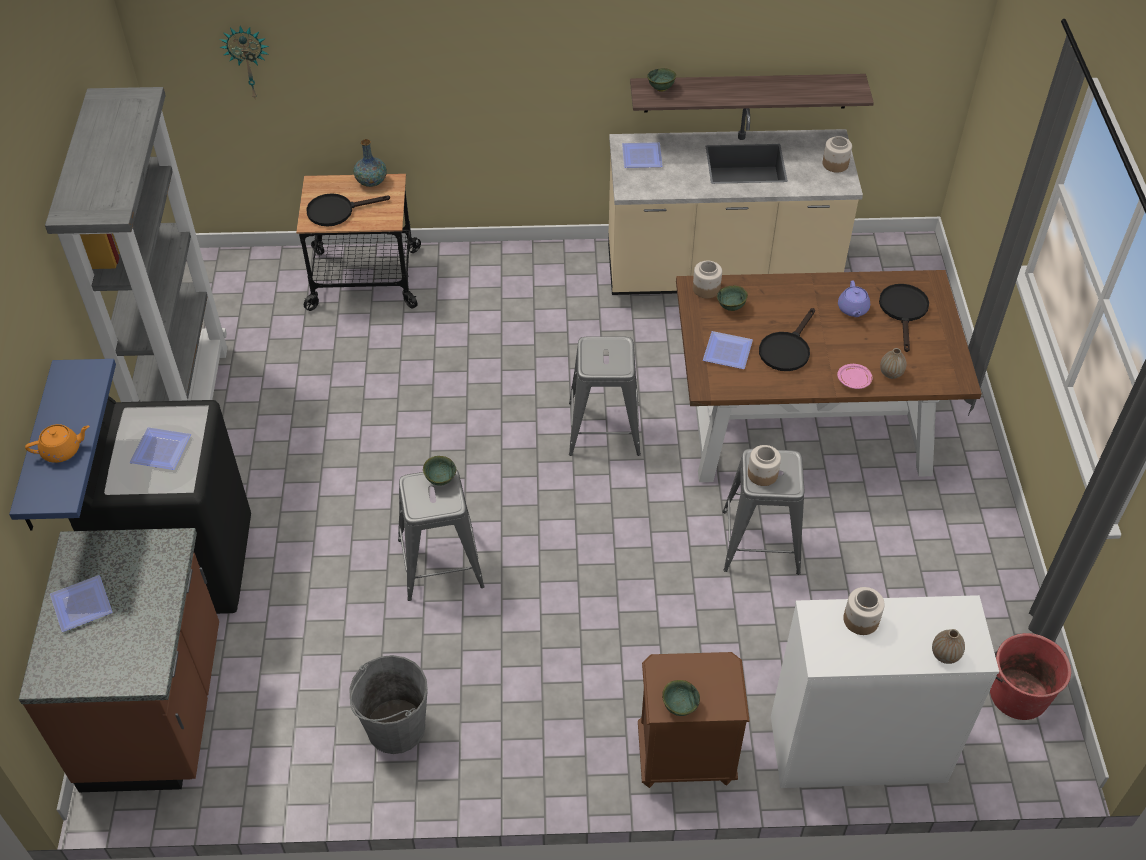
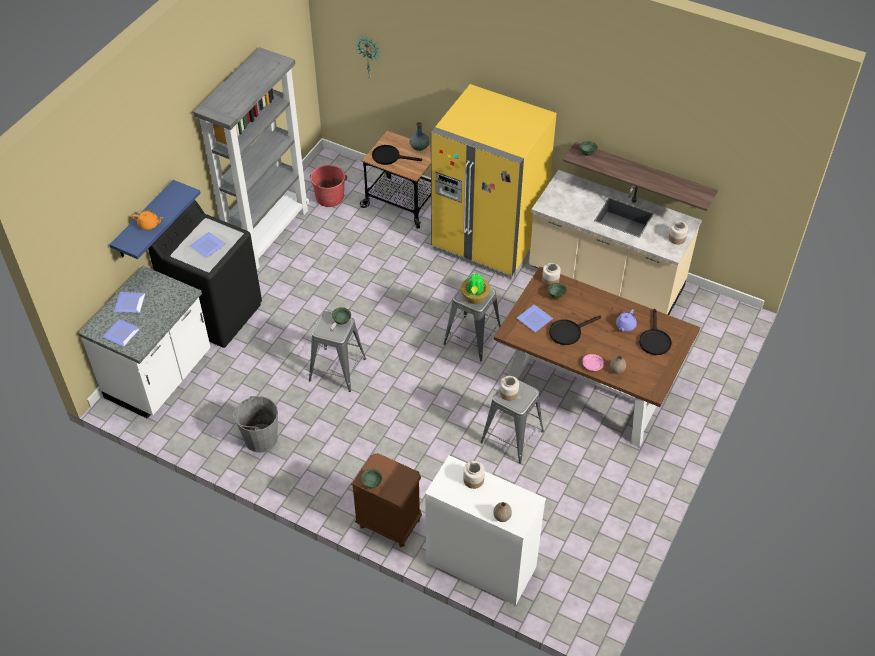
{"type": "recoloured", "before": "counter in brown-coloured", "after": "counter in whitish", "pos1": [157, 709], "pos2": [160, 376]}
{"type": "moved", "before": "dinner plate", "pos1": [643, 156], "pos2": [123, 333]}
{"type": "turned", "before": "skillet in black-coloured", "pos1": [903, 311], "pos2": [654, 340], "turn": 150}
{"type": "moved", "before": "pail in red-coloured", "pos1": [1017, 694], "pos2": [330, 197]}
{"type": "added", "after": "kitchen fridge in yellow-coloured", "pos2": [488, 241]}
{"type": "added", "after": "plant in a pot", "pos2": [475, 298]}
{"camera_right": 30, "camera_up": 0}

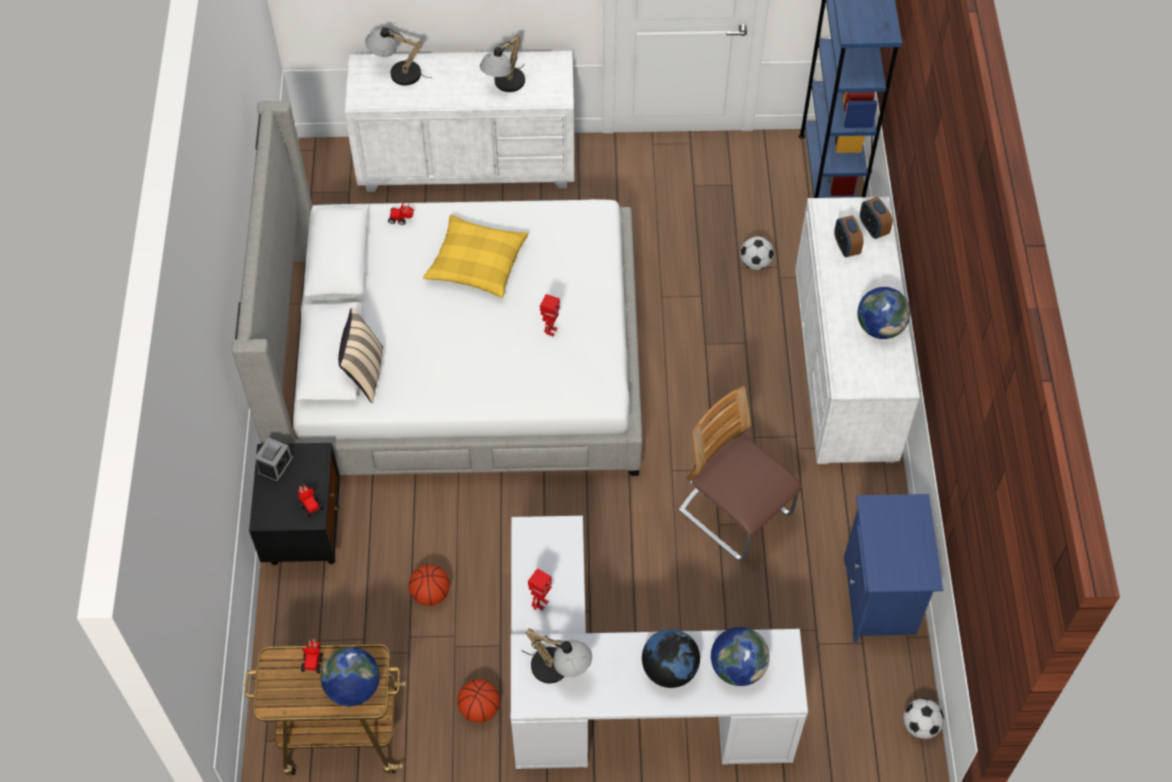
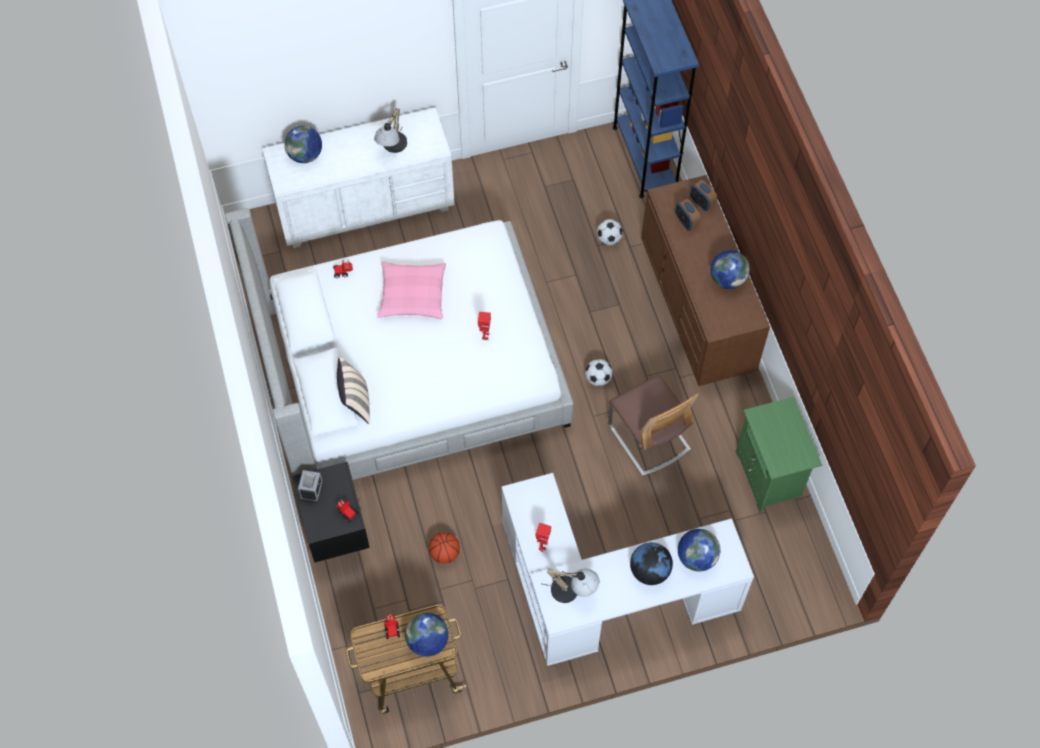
{"type": "replaced", "before": "lamp for a table", "after": "world globe", "pos1": [397, 73], "pos2": [305, 155]}
{"type": "recoloured", "before": "pillow in yellow-coloured", "after": "pillow in pinkish", "pos1": [476, 263], "pos2": [412, 295]}
{"type": "removed", "before": "ball for basketball", "pos1": [479, 708]}
{"type": "turned", "before": "plain chair", "pos1": [735, 513], "pos2": [649, 438], "turn": -150}
{"type": "recoloured", "before": "dresser in whitish", "after": "dresser in brown-coloured", "pos1": [843, 370], "pos2": [697, 308]}
{"type": "recoloured", "before": "bedside table in blue-coloured", "after": "bedside table in greenish", "pos1": [881, 599], "pos2": [770, 476]}
{"type": "moved", "before": "football", "pos1": [920, 726], "pos2": [598, 378]}
{"camera_right": -15, "camera_up": 5}

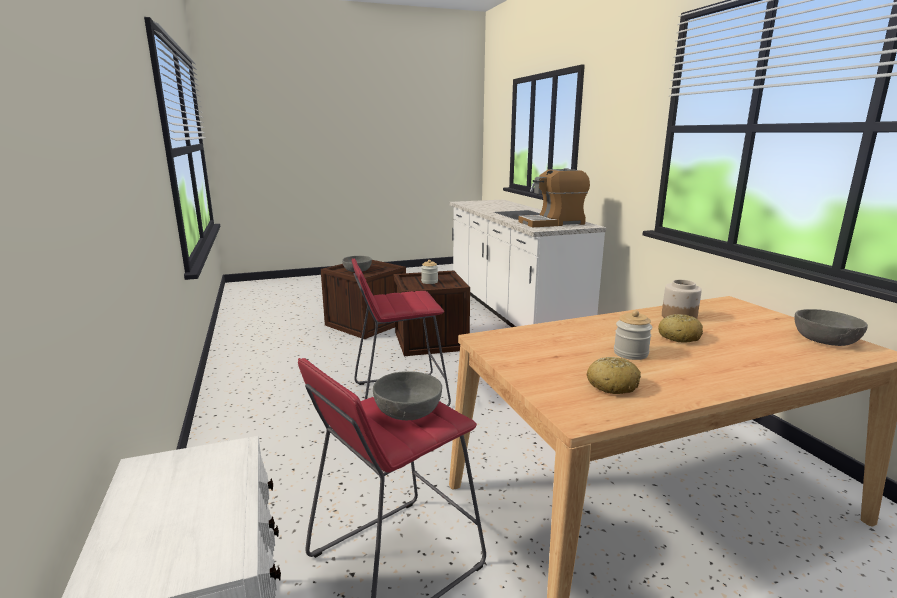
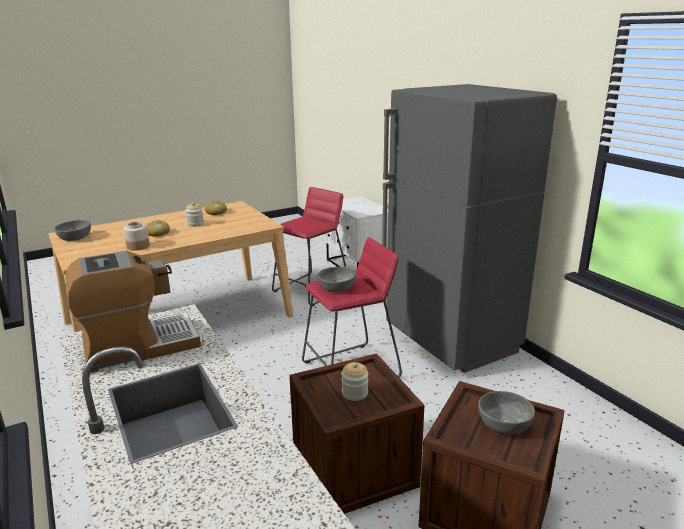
{"type": "moved", "before": "bowl in gray", "pos1": [408, 410], "pos2": [336, 288]}
{"type": "added", "after": "kitchen fridge in gray", "pos2": [451, 341]}
{"camera_right": 170, "camera_up": 5}

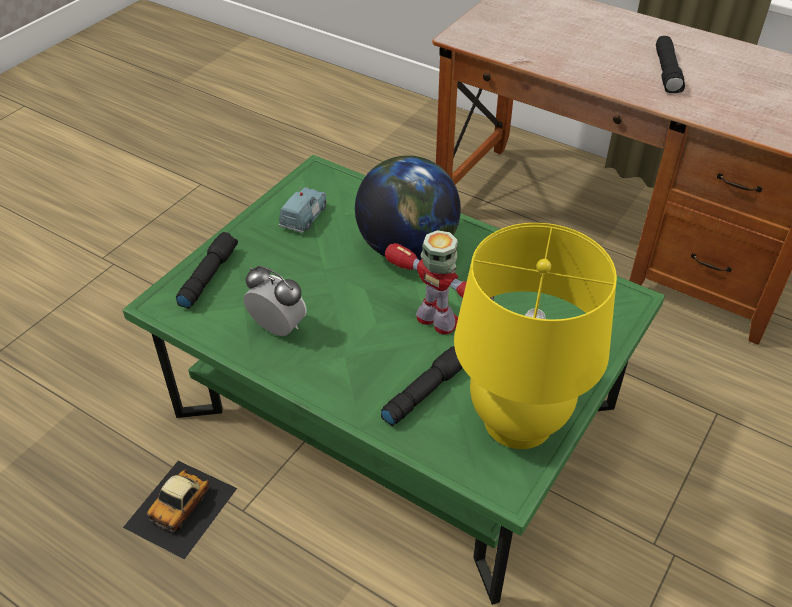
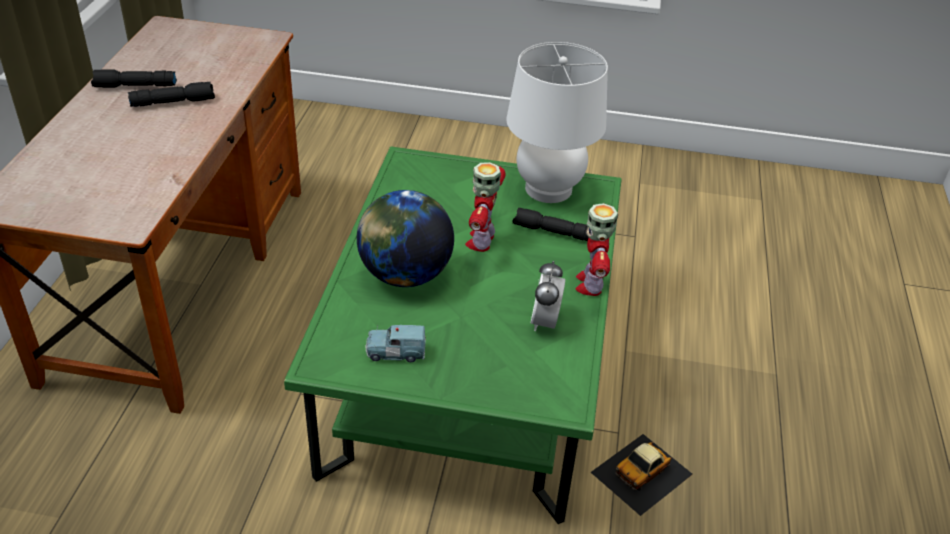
{"type": "turned", "before": "miniature car", "pos1": [181, 507], "pos2": [642, 473], "turn": 135}
{"type": "moved", "before": "hand torch in black-coloured", "pos1": [208, 276], "pos2": [134, 86]}
{"type": "recoloured", "before": "lamp for a table in yellow-coloured", "after": "lamp for a table in whitish", "pos1": [518, 420], "pos2": [548, 189]}
{"type": "added", "after": "model robot", "pos2": [590, 283]}
{"camera_right": -115, "camera_up": -5}

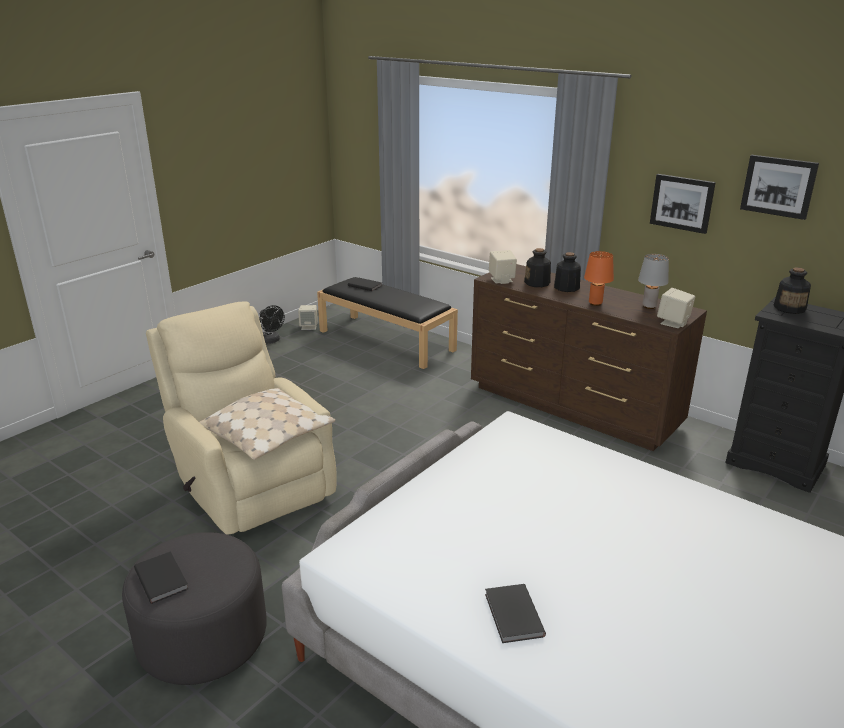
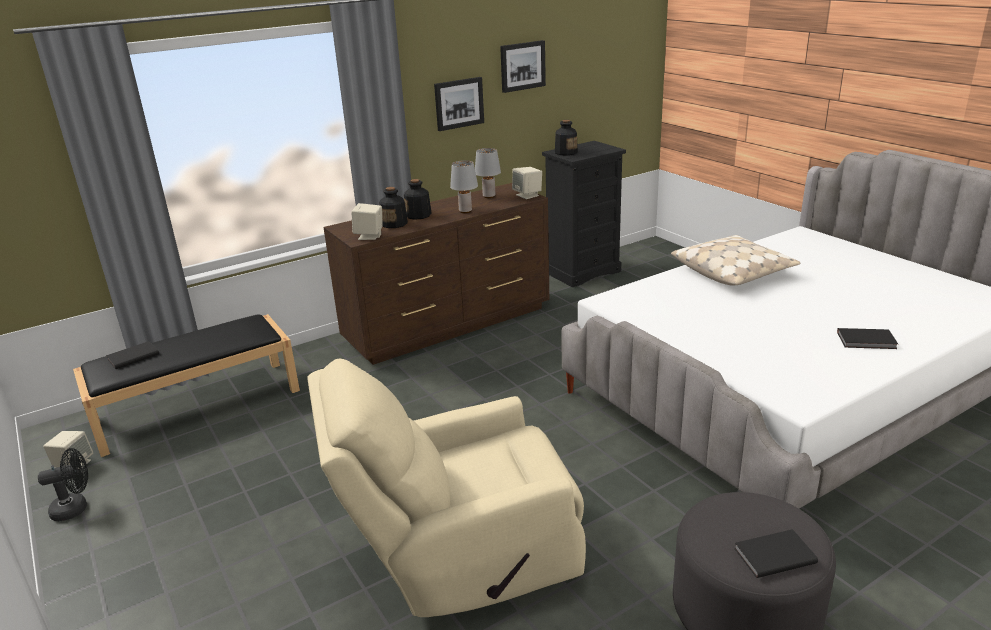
{"type": "moved", "before": "pillow in beige-coloured", "pos1": [269, 435], "pos2": [733, 272]}
{"type": "recoloured", "before": "lamp for a table in orange-coloured", "after": "lamp for a table in gray", "pos1": [595, 303], "pos2": [465, 211]}
{"camera_right": -70, "camera_up": 0}

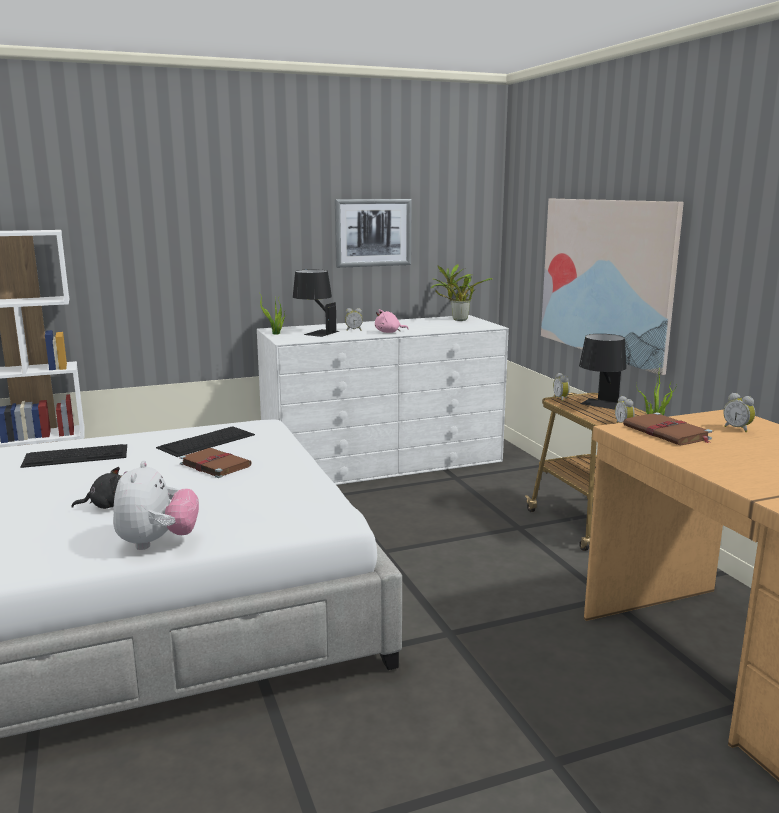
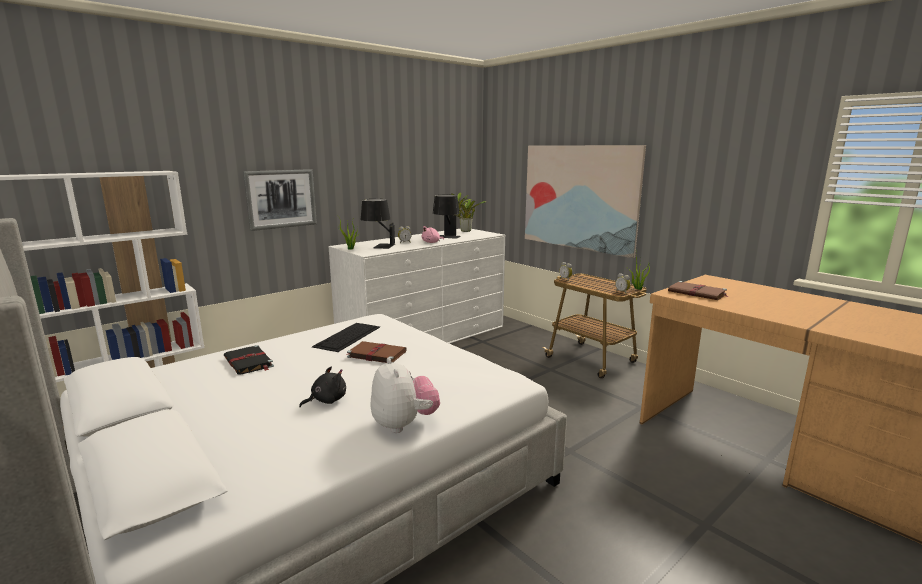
{"type": "replaced", "before": "PC keyboard", "after": "bound book in black-coloured", "pos1": [77, 455], "pos2": [249, 362]}
{"type": "moved", "before": "wall picture", "pos1": [373, 232], "pos2": [281, 199]}
{"type": "moved", "before": "lamp for a table in black-coloured", "pos1": [600, 406], "pos2": [446, 237]}
{"type": "removed", "before": "table clock", "pos1": [738, 429]}
{"camera_right": -20, "camera_up": 0}

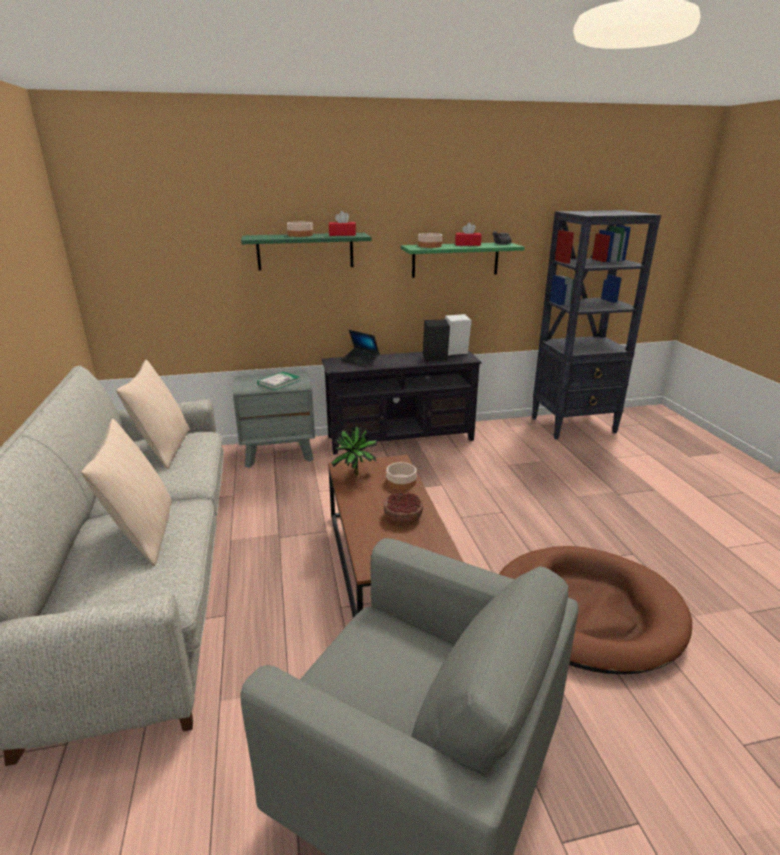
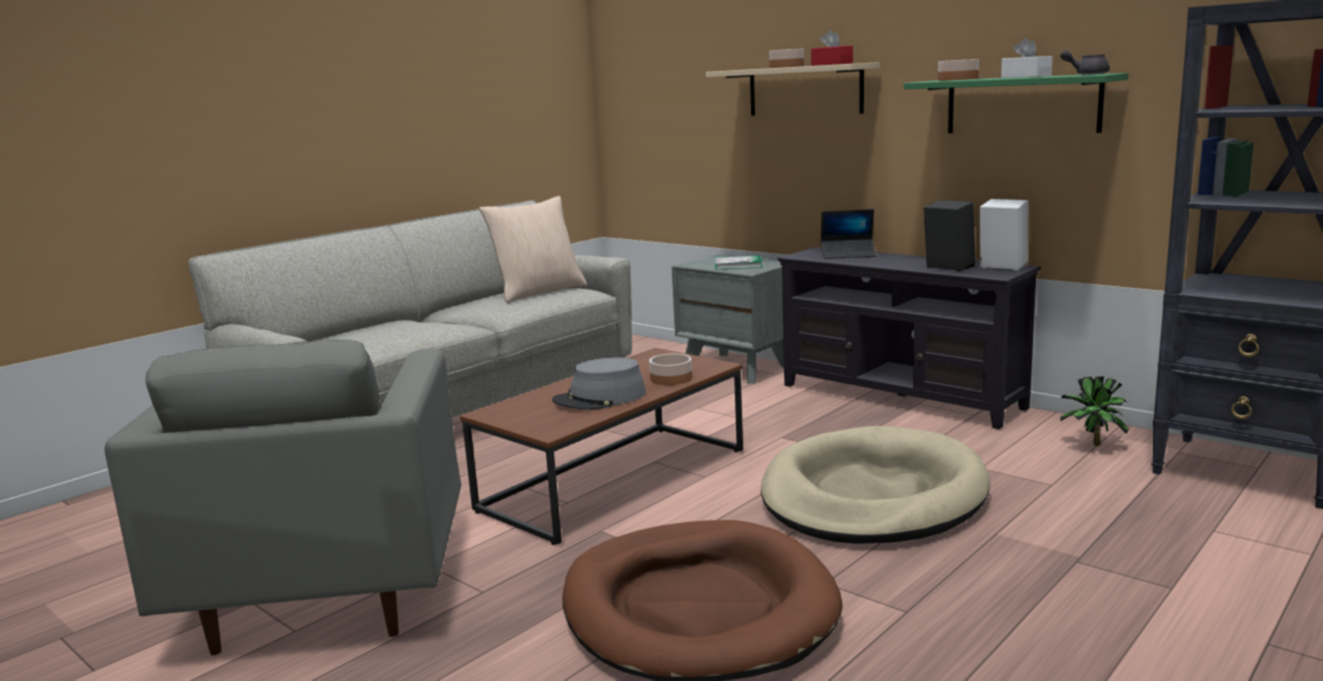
{"type": "removed", "before": "pillow in beige-coloured", "pos1": [143, 533]}
{"type": "recoloured", "before": "shelf in greenish", "after": "shelf in beige-coloured", "pos1": [305, 251], "pos2": [805, 90]}
{"type": "moved", "before": "plant in a pot", "pos1": [355, 476], "pos2": [1093, 445]}
{"type": "turned", "before": "laptop", "pos1": [360, 361], "pos2": [848, 255], "turn": -90}
{"type": "replaced", "before": "bowl", "after": "hat in gray", "pos1": [403, 516], "pos2": [600, 398]}
{"type": "recoloured", "before": "box of tissues in red-coloured", "after": "box of tissues in whitish", "pos1": [467, 244], "pos2": [1025, 76]}
{"type": "added", "after": "dog bed in beige-coloured", "pos2": [873, 496]}
{"camera_right": 55, "camera_up": -10}

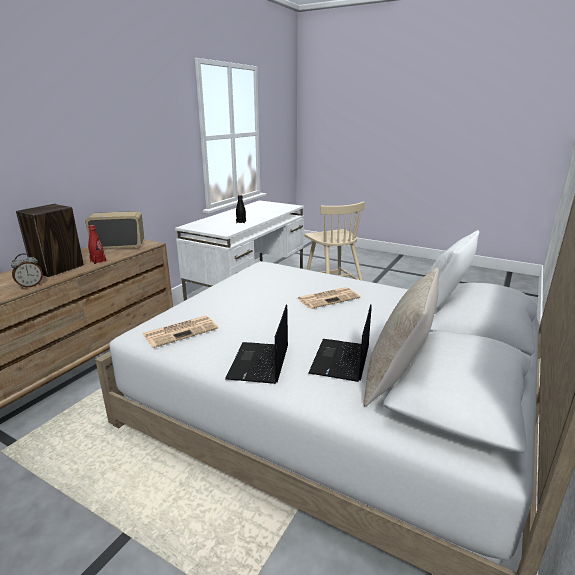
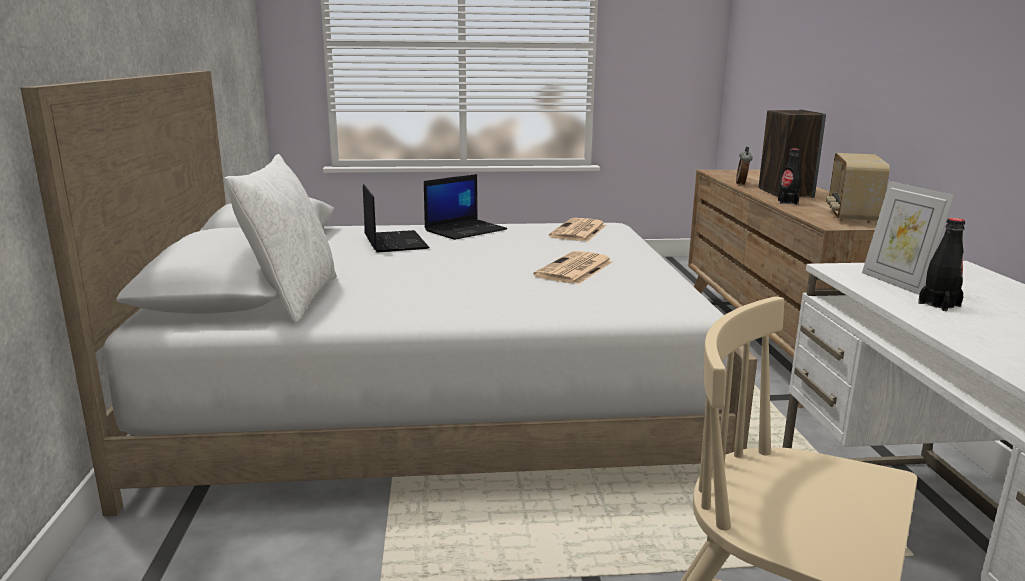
{"type": "turned", "before": "radio receiver", "pos1": [119, 246], "pos2": [850, 216], "turn": 150}
{"type": "recoloured", "before": "beverage bottle in red-coloured", "after": "beverage bottle in black-coloured", "pos1": [98, 261], "pos2": [787, 202]}
{"type": "turned", "before": "laptop", "pos1": [259, 363], "pos2": [466, 230], "turn": 75}
{"type": "moved", "before": "newspaper", "pos1": [328, 298], "pos2": [574, 269]}
{"type": "removed", "before": "pillow in beige-coloured", "pos1": [397, 378]}
{"type": "added", "after": "photo frame", "pos2": [896, 283]}
{"camera_right": 145, "camera_up": -5}

